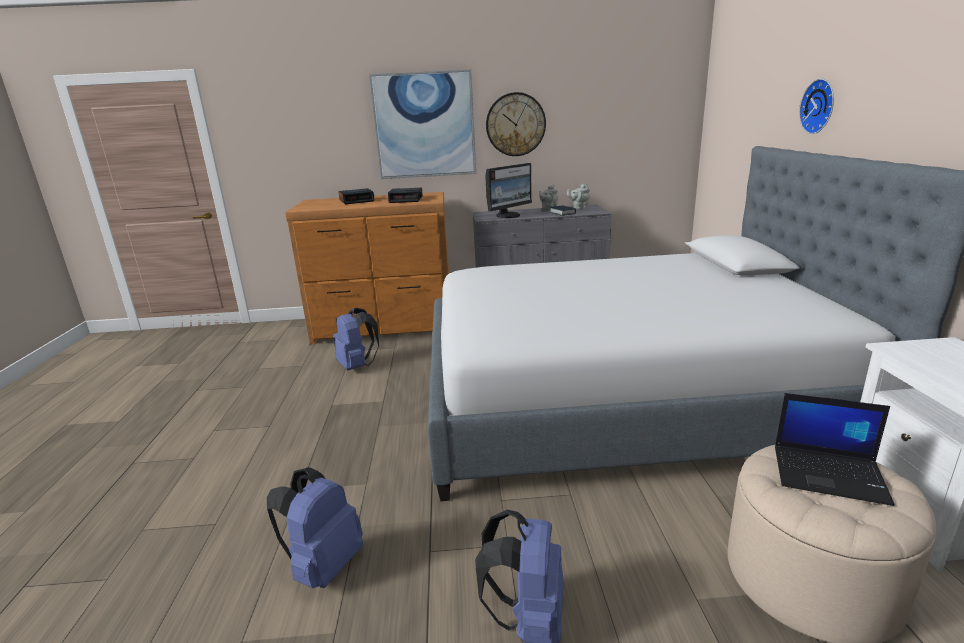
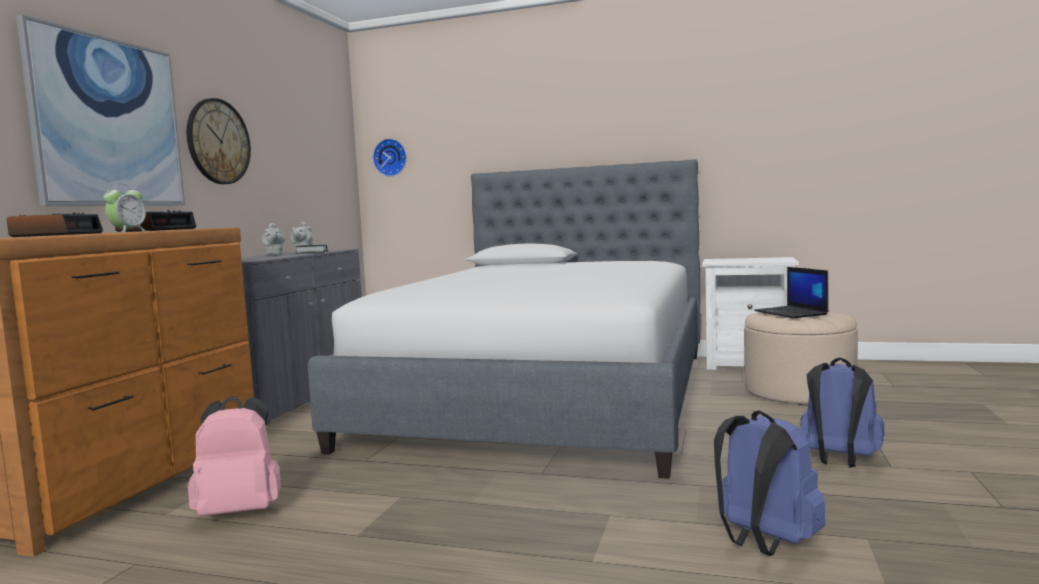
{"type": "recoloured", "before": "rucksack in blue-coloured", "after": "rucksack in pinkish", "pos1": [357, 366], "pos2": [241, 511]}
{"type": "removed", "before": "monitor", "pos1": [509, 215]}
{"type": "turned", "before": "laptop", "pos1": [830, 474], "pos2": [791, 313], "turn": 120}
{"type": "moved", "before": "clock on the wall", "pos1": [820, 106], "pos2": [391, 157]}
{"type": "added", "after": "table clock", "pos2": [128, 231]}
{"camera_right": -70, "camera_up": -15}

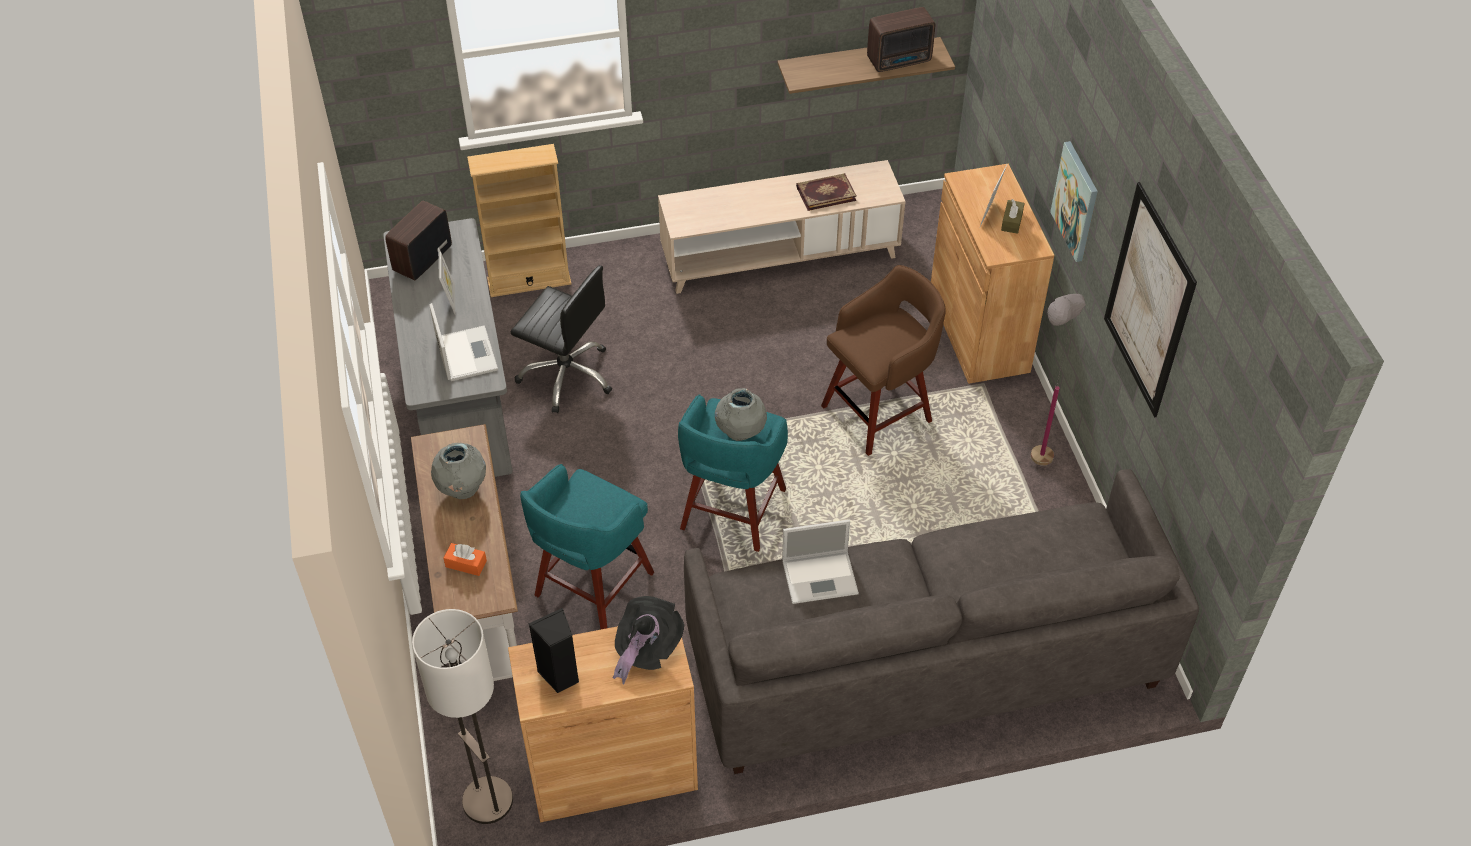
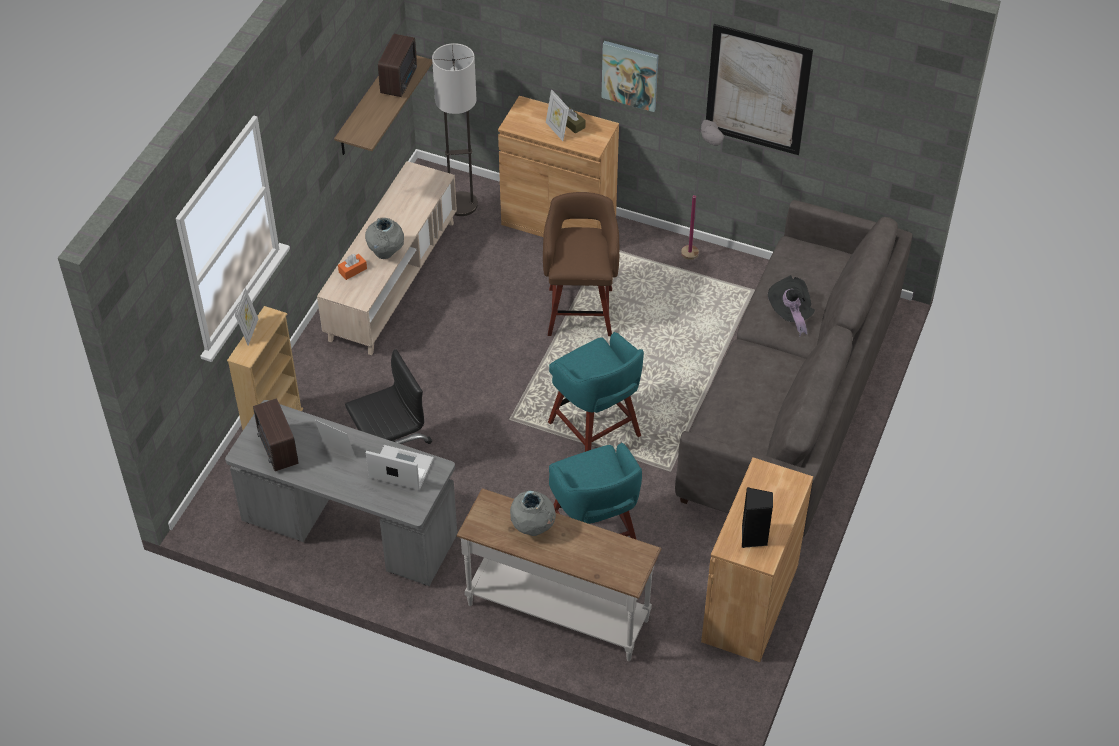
{"type": "moved", "before": "standard lamp", "pos1": [487, 801], "pos2": [461, 205]}
{"type": "moved", "before": "box of tissues in orange-coloured", "pos1": [466, 564], "pos2": [352, 270]}
{"type": "moved", "before": "hat in black-coloured", "pos1": [646, 648], "pos2": [790, 313]}
{"type": "moved", "before": "vase in gray", "pos1": [740, 433], "pos2": [386, 252]}
{"type": "removed", "before": "laptop", "pos1": [821, 576]}
{"type": "removed", "before": "bound book", "pos1": [825, 193]}
{"type": "added", "after": "photo frame", "pos2": [249, 331]}
{"camera_right": -55, "camera_up": 0}

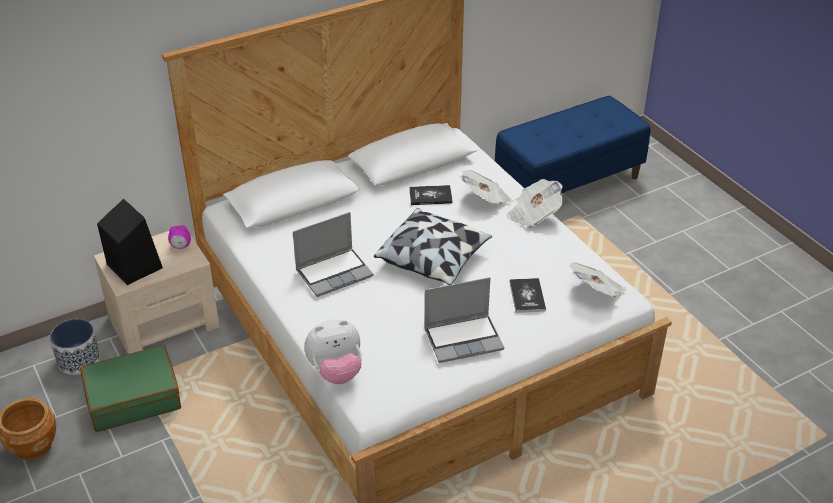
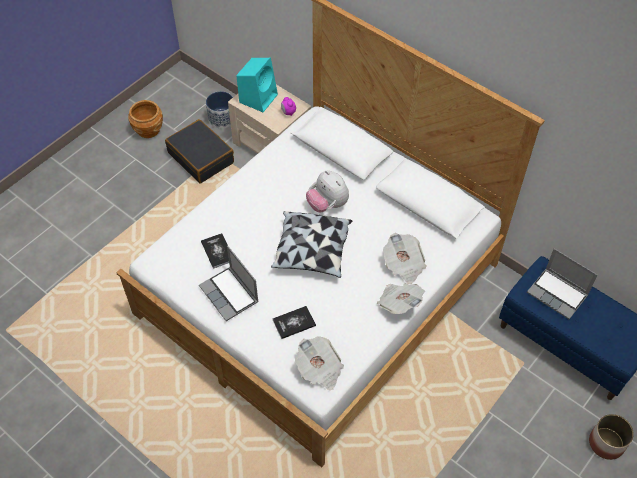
{"type": "recoloured", "before": "travel case in greenish", "after": "travel case in black-coloured", "pos1": [133, 398], "pos2": [201, 157]}
{"type": "recoloured", "before": "audio speaker in black-coloured", "after": "audio speaker in blue-green", "pos1": [133, 266], "pos2": [258, 97]}
{"type": "moved", "before": "laptop", "pos1": [334, 272], "pos2": [558, 294]}
{"type": "moved", "before": "soft toy", "pos1": [336, 372], "pos2": [327, 204]}
{"type": "moved", "before": "bound book", "pos1": [430, 196], "pos2": [217, 251]}
{"type": "added", "after": "flower pot", "pos2": [606, 443]}
{"camera_right": 70, "camera_up": 15}

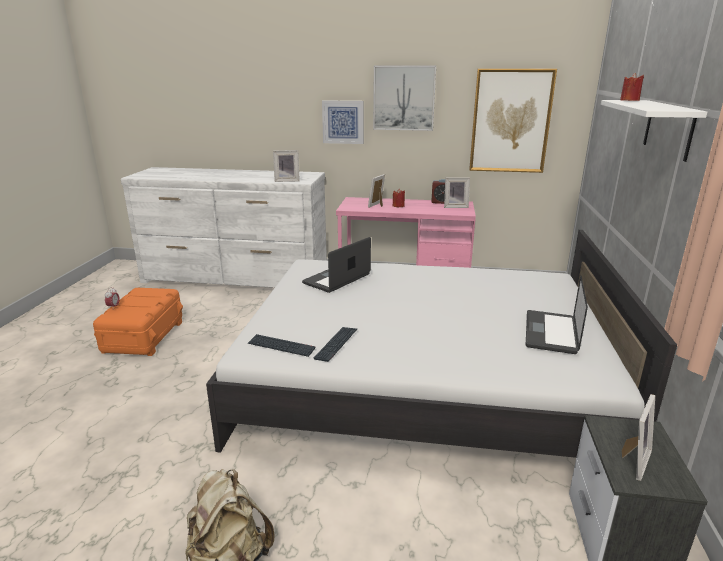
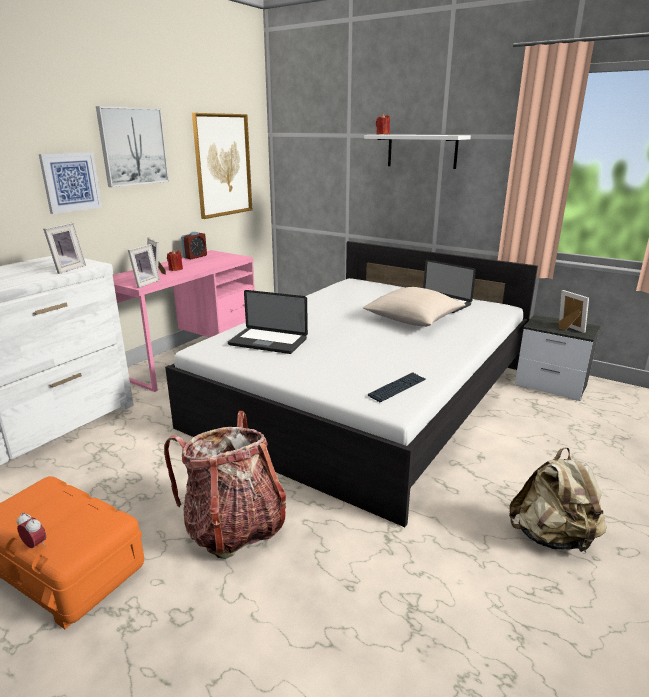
{"type": "turned", "before": "laptop", "pos1": [337, 279], "pos2": [268, 342], "turn": -45}
{"type": "removed", "before": "PC keyboard", "pos1": [336, 344]}
{"type": "moved", "before": "photo frame", "pos1": [455, 206], "pos2": [144, 283]}
{"type": "added", "after": "rucksack", "pos2": [234, 527]}
{"type": "added", "after": "pillow in beige-coloured", "pos2": [413, 319]}
{"camera_right": -65, "camera_up": 0}

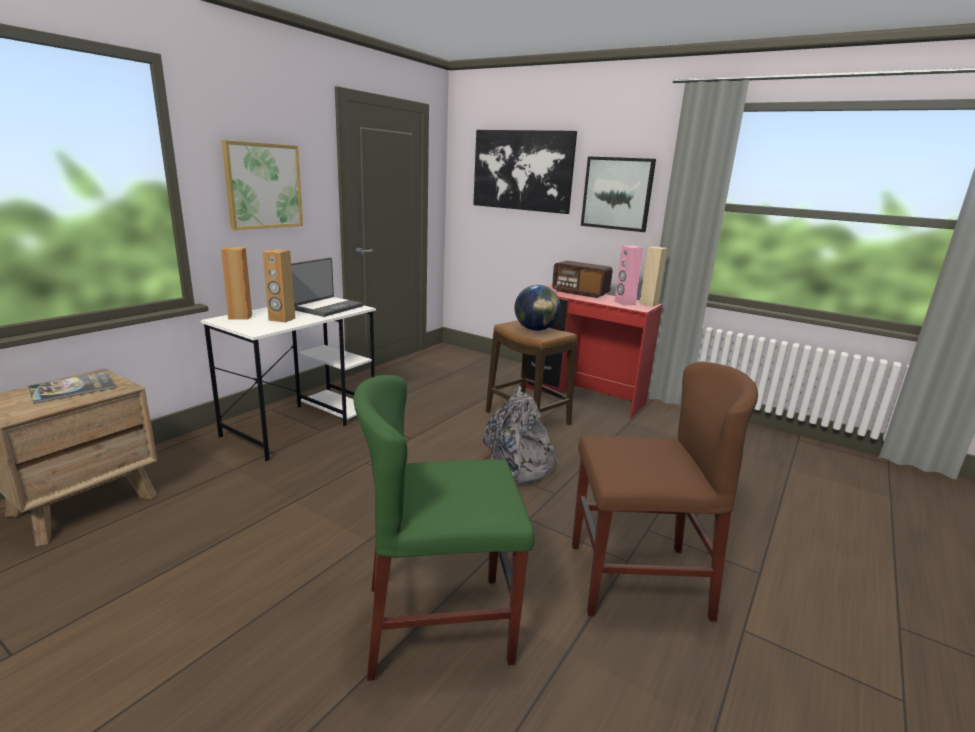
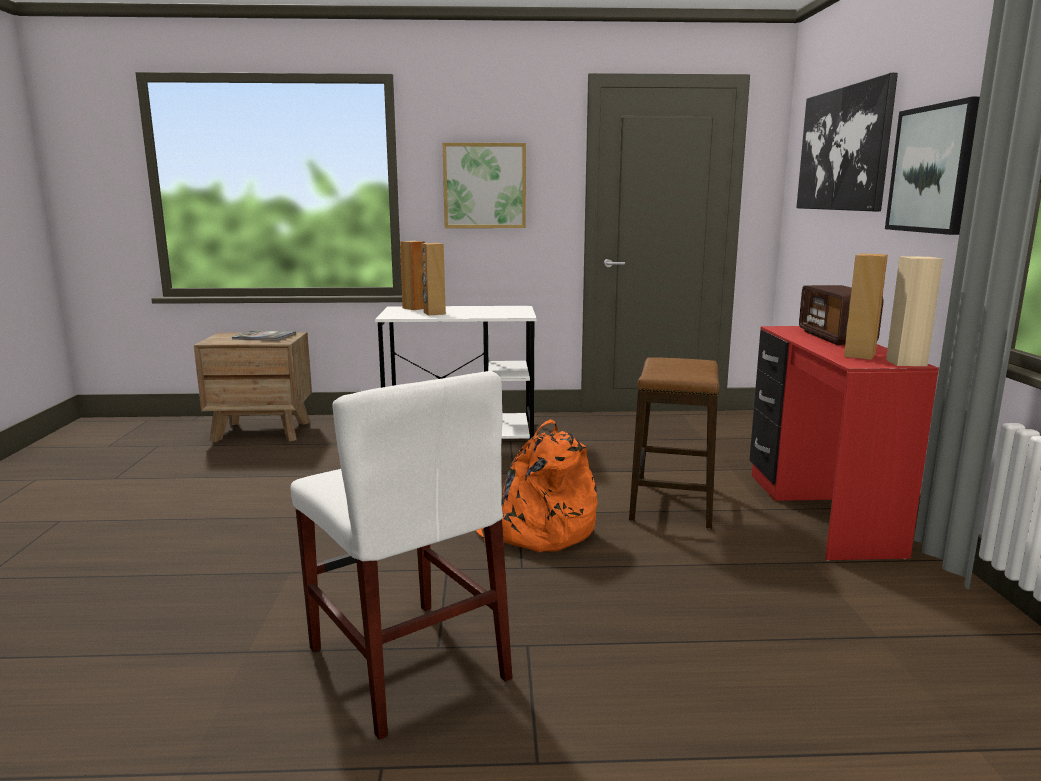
{"type": "removed", "before": "laptop", "pos1": [327, 307]}
{"type": "removed", "before": "plain chair in greenish", "pos1": [438, 623]}
{"type": "recoloured", "before": "rucksack in gray", "after": "rucksack in orange-coloured", "pos1": [515, 468], "pos2": [539, 532]}
{"type": "removed", "before": "world globe", "pos1": [535, 329]}
{"type": "recoloured", "before": "plain chair in brown-coloured", "after": "plain chair in whitish", "pos1": [637, 580], "pos2": [406, 663]}
{"type": "recoloured", "before": "audio speaker in pinkish", "after": "audio speaker in brown-coloured", "pos1": [624, 303], "pos2": [859, 355]}
{"camera_right": 55, "camera_up": -5}

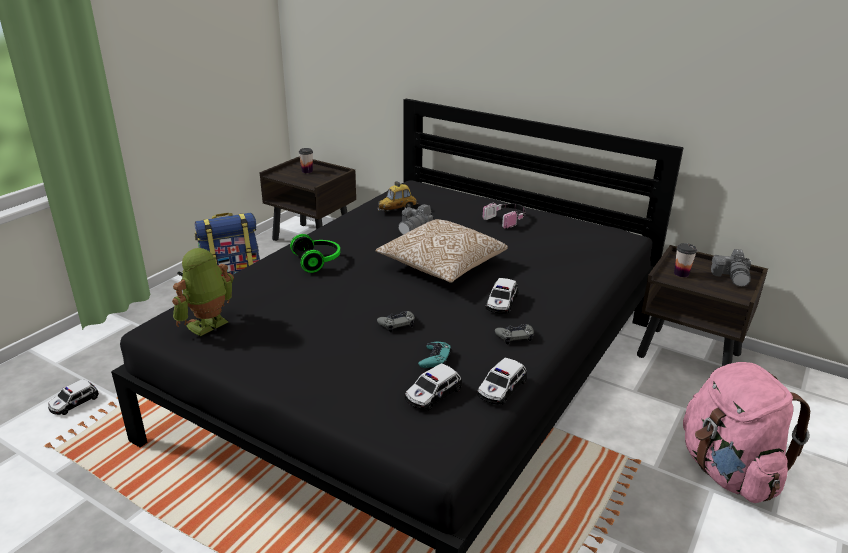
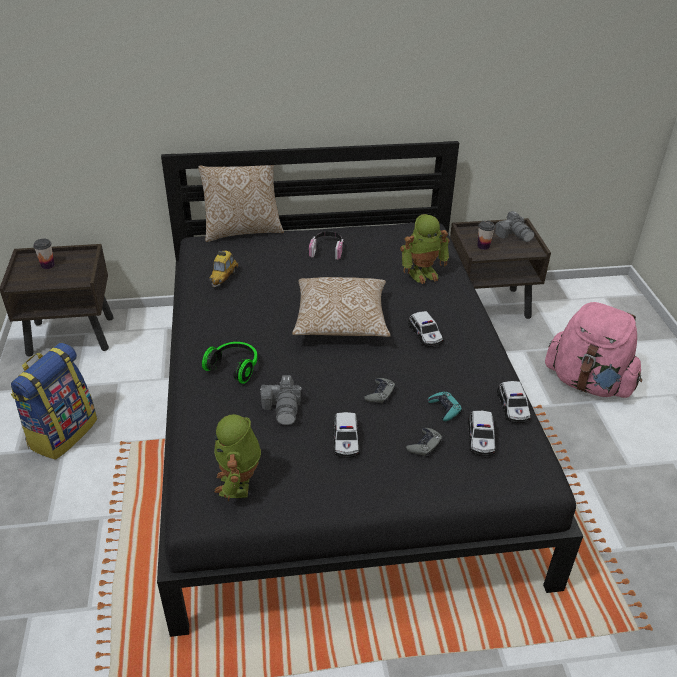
{"type": "moved", "before": "miniature car", "pos1": [74, 402], "pos2": [346, 440]}
{"type": "moved", "before": "photo camera", "pos1": [415, 229], "pos2": [283, 408]}
{"type": "moved", "before": "game controller in gray", "pos1": [515, 336], "pos2": [424, 445]}
{"type": "added", "after": "pillow", "pos2": [243, 230]}
{"type": "added", "after": "model robot", "pos2": [423, 273]}
{"camera_right": -40, "camera_up": 10}

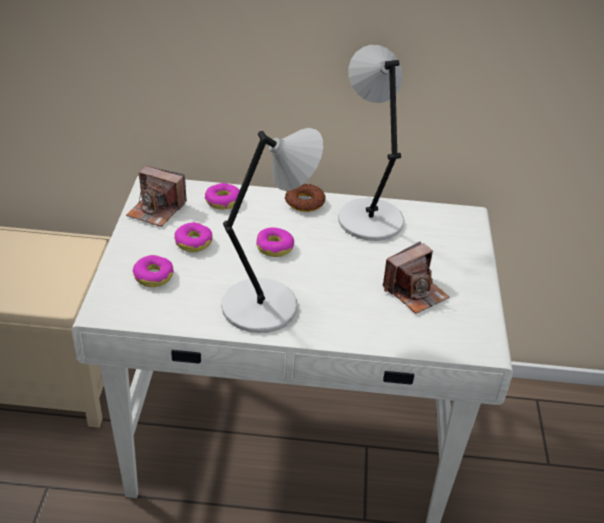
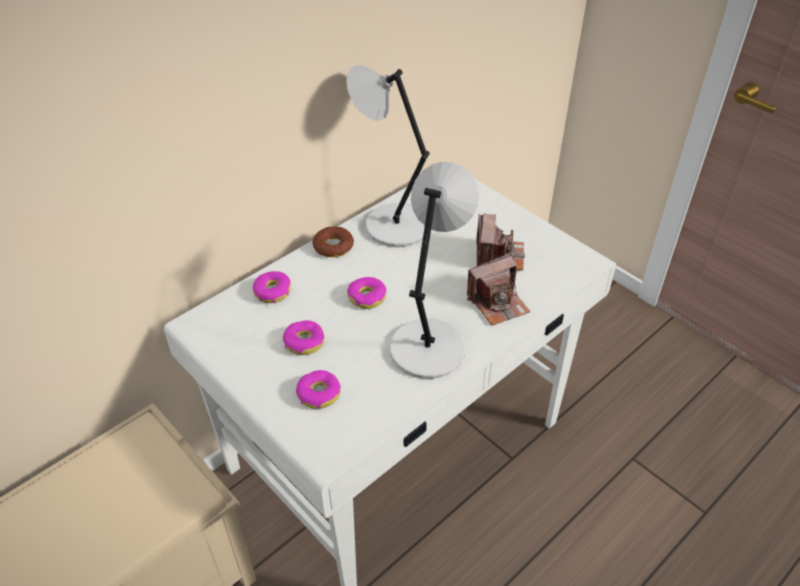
{"type": "moved", "before": "photo camera", "pos1": [156, 210], "pos2": [497, 303]}
{"camera_right": -45, "camera_up": 5}

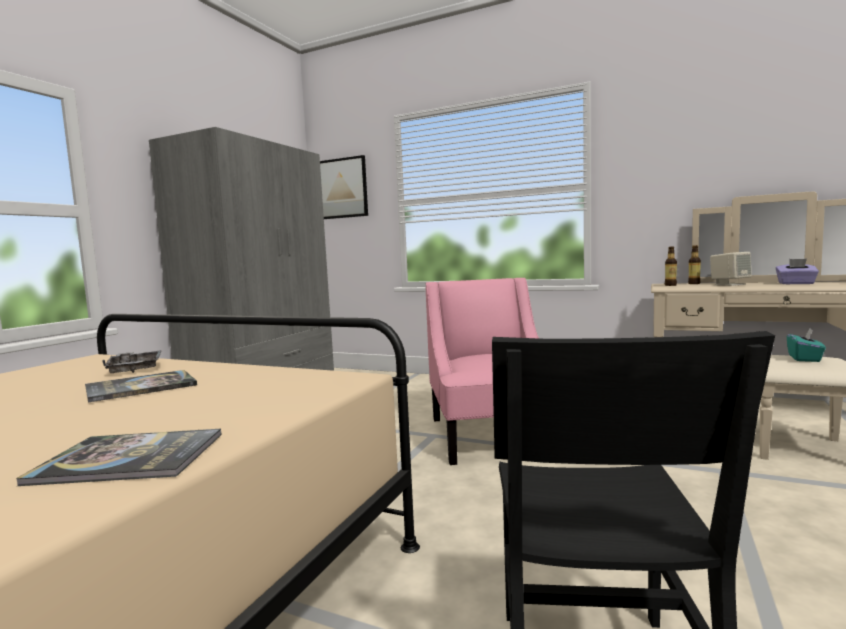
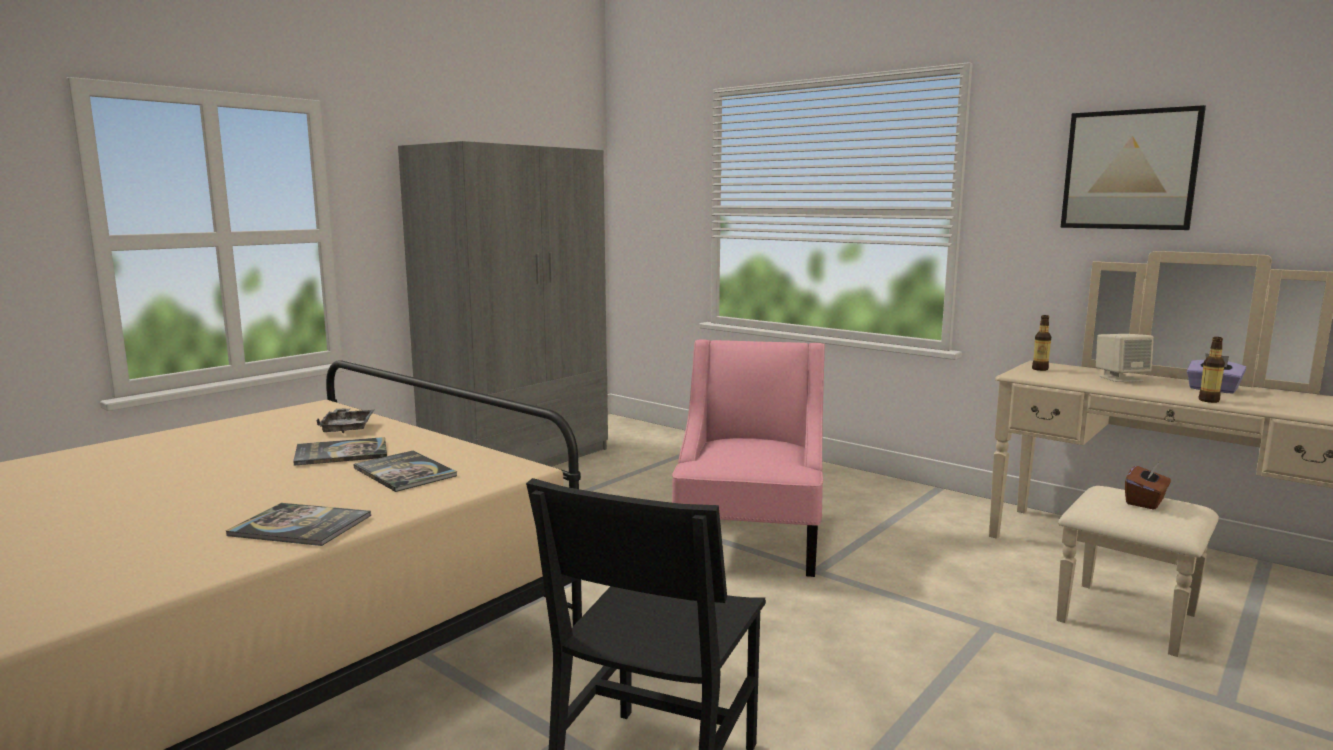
{"type": "moved", "before": "wall picture", "pos1": [341, 188], "pos2": [1129, 170]}
{"type": "moved", "before": "beverage bottle", "pos1": [694, 283], "pos2": [1208, 400]}
{"type": "recoloured", "before": "box of tissues in blue-green", "after": "box of tissues in brown-coloured", "pos1": [804, 358], "pos2": [1145, 502]}
{"type": "added", "after": "bound book", "pos2": [405, 472]}
{"camera_right": 15, "camera_up": 5}

